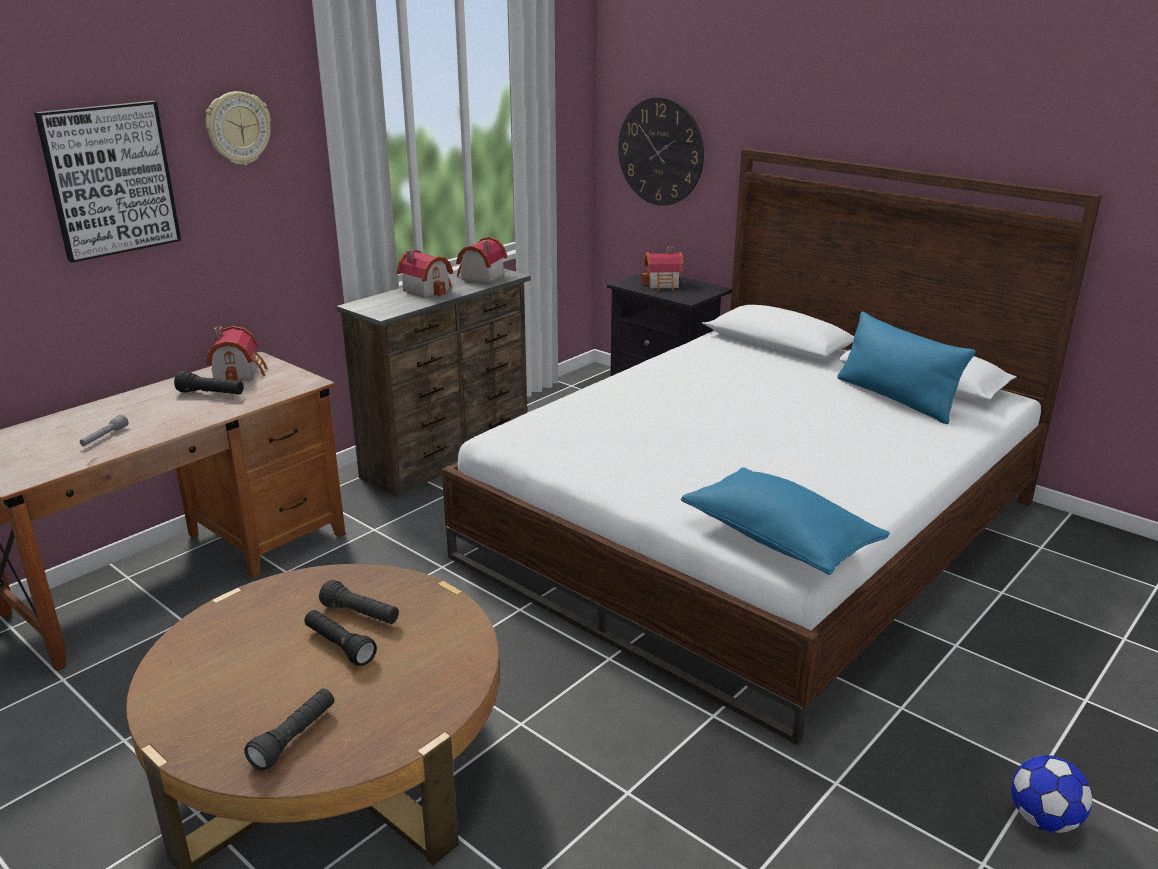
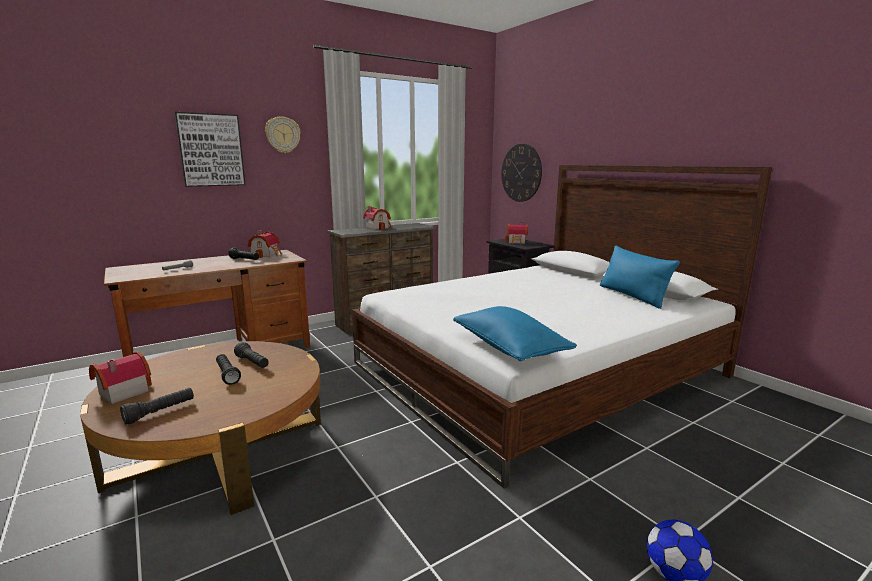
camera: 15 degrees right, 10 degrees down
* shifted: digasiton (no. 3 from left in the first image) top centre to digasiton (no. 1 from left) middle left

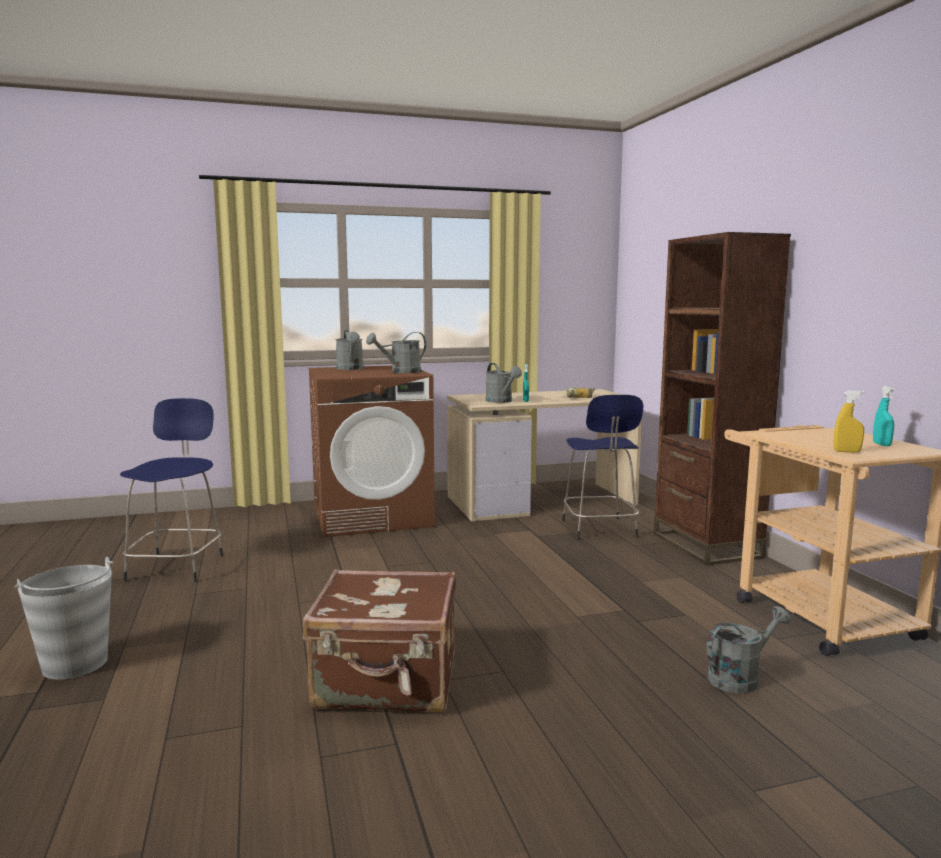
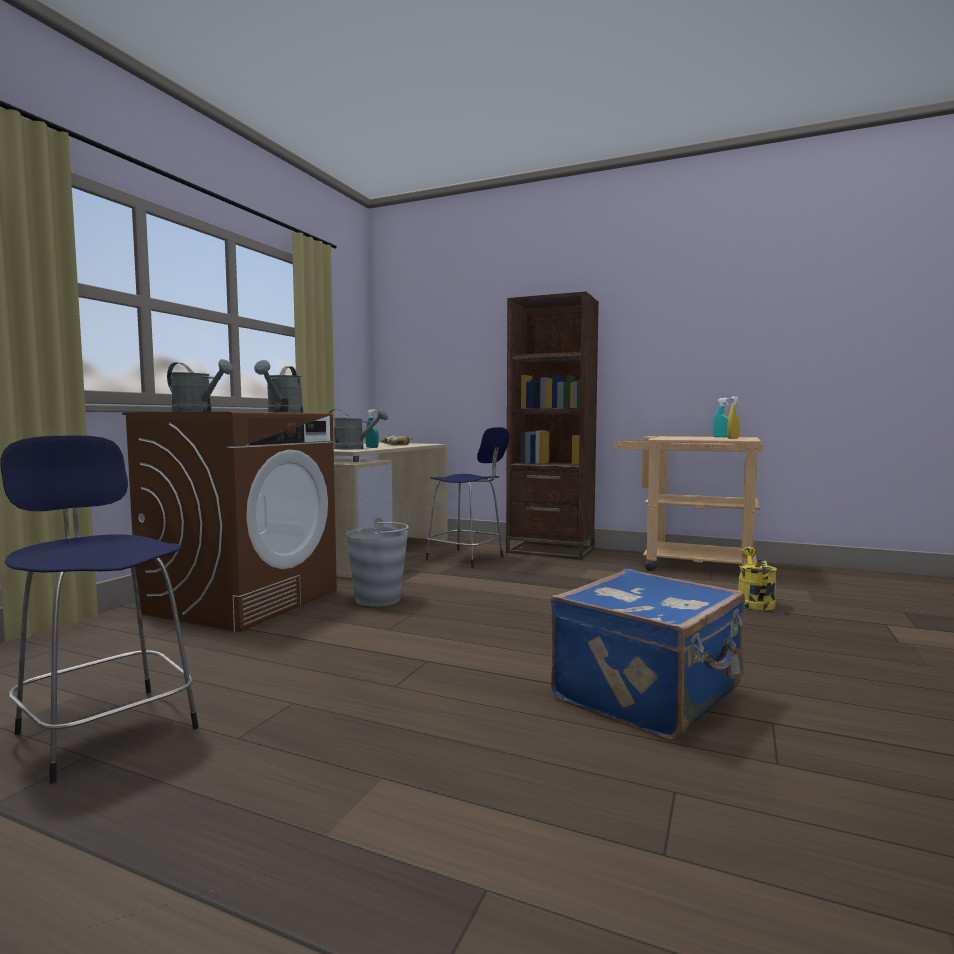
camera: 50 degrees left, 5 degrees down
* shifted: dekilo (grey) bottom left to centre
* repainted: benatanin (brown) bottom centre to benatanin (blue) bottom right
* repainted: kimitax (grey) (no. 4 from left) bottom right to kimitax (yellow) middle right

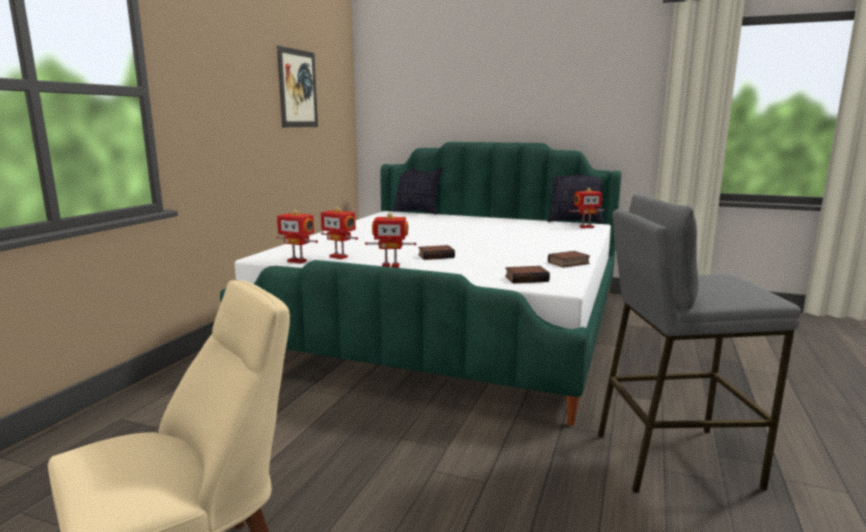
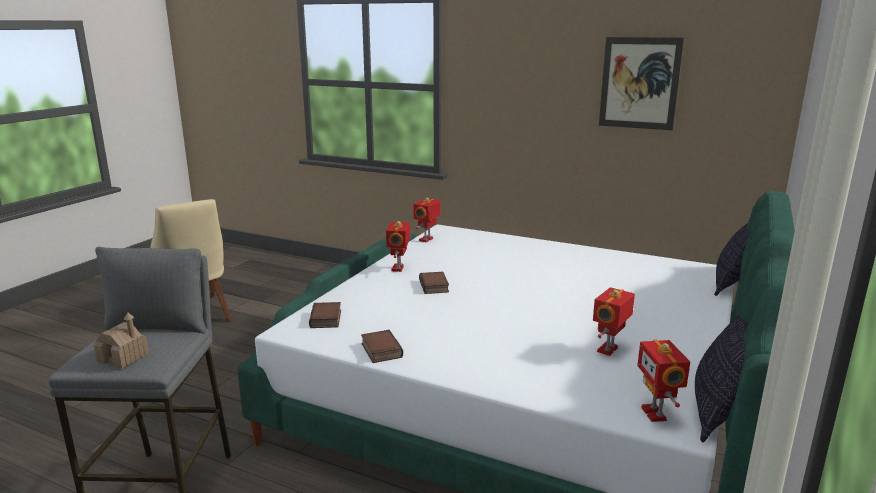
camera: 95 degrees right, 5 degrees up
* shifted: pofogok (no. 2 from left in the first image) centre to pofogok (no. 3 from left) middle right
* new: digasiton bottom left

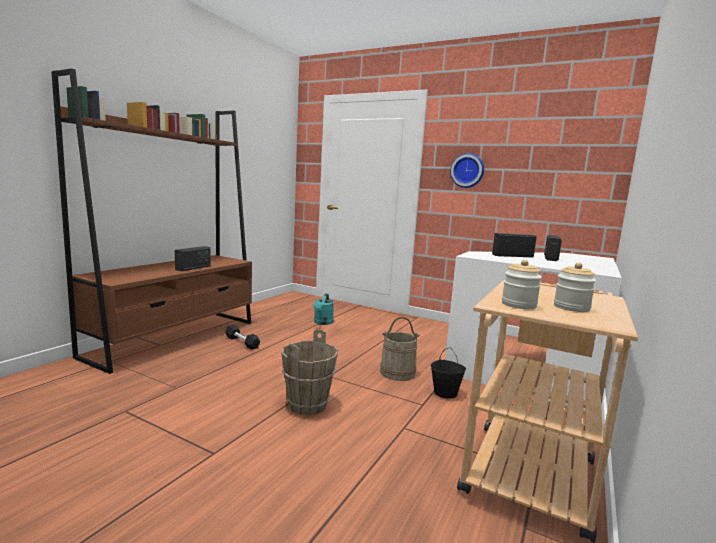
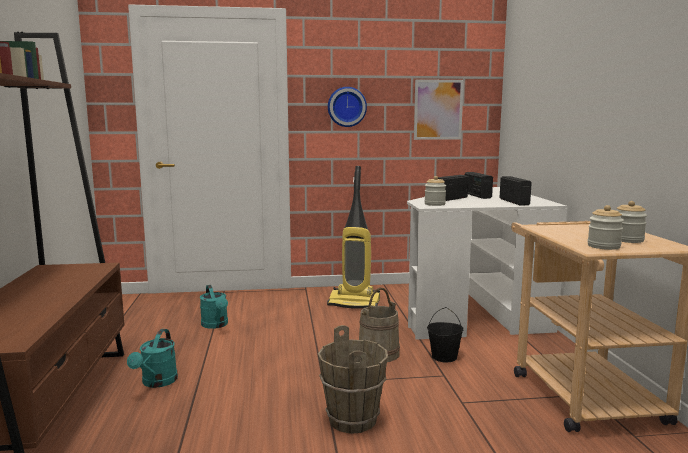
camera: 35 degrees left, 0 degrees up
* shifted: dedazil (no. 1 from left in the first image) middle left to dedazil (no. 3 from left) middle right
* swapped: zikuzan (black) centre to kimitax (turquoise) (no. 1 from left) bottom left
* new: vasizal top centre
* new: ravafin centre
* new: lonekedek (no. 1 from left) centre

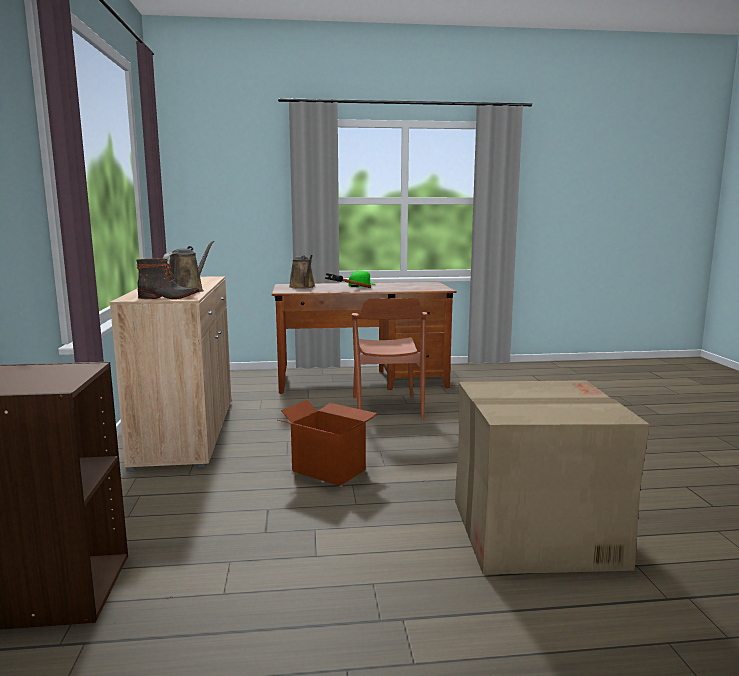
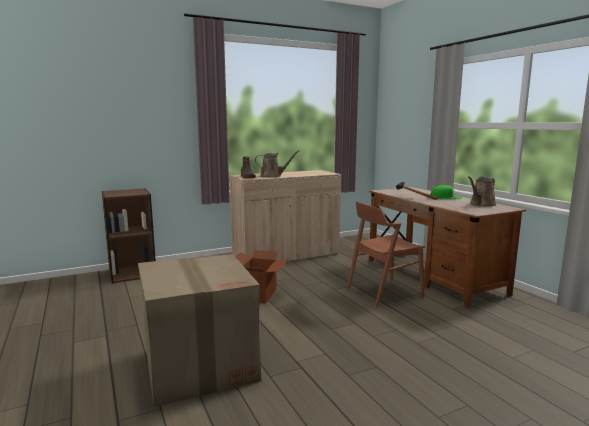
camera: 70 degrees right, 0 degrees up
* shifted: kimitax (brown) (no. 2 from left) centre to middle right

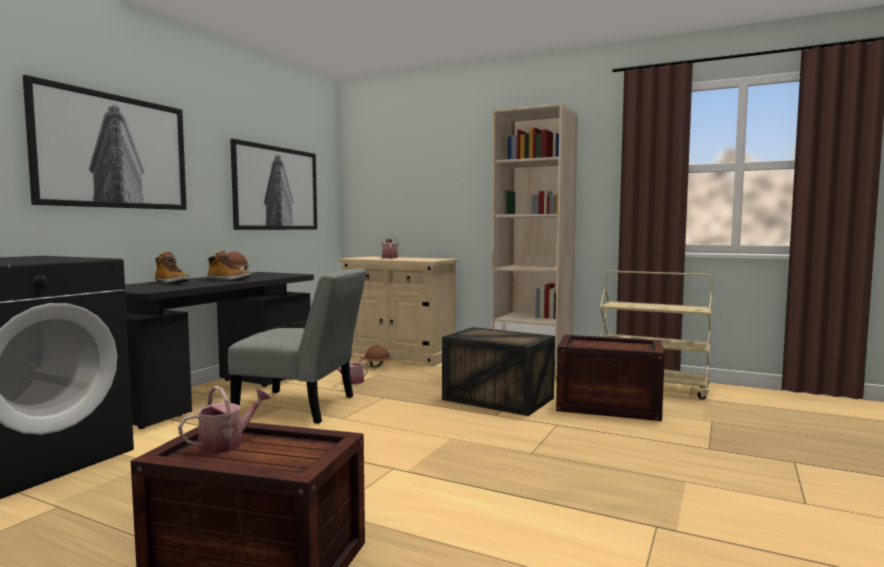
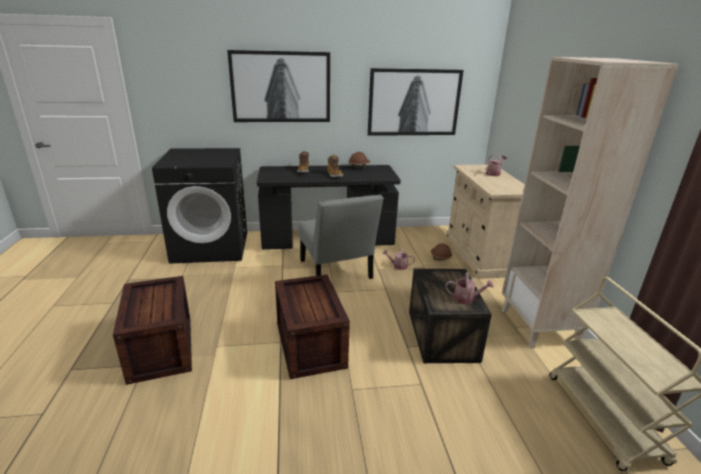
camera: 55 degrees right, 20 degrees up
* shifted: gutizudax (no. 3 from left in the first image) bottom right to gutizudax (no. 2 from left) bottom centre
* shifted: kimitax (no. 1 from left in the first image) bottom left to kimitax (no. 2 from left) middle right

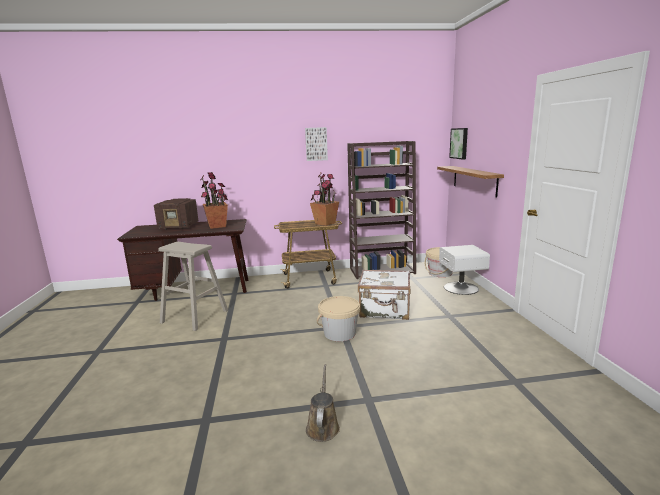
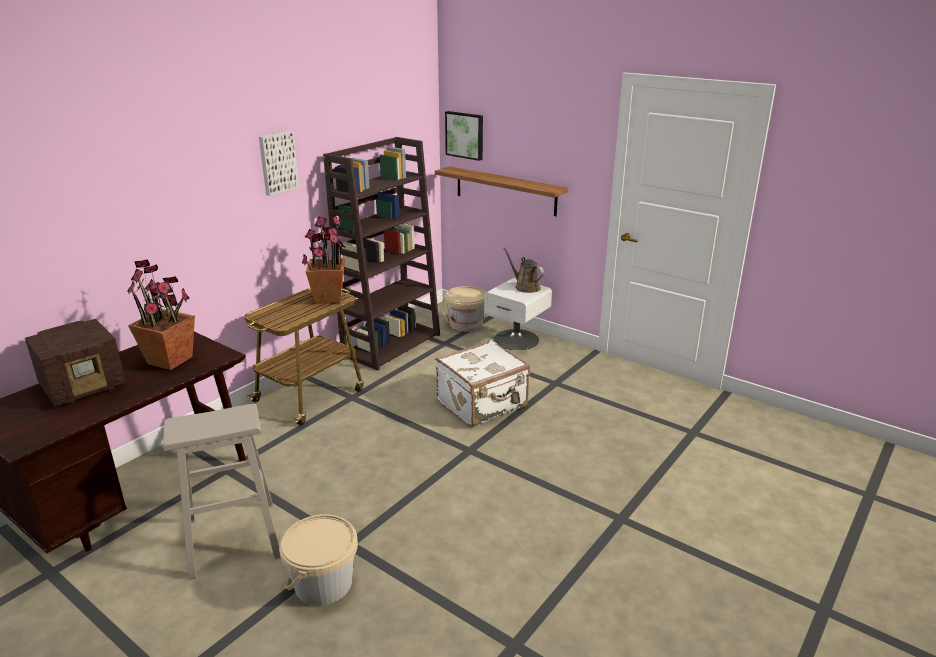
camera: 45 degrees left, 10 degrees up
* shifted: dekilo (beige) (no. 1 from left) centre to bottom centre
* shifted: kimitax (brown) bottom centre to centre

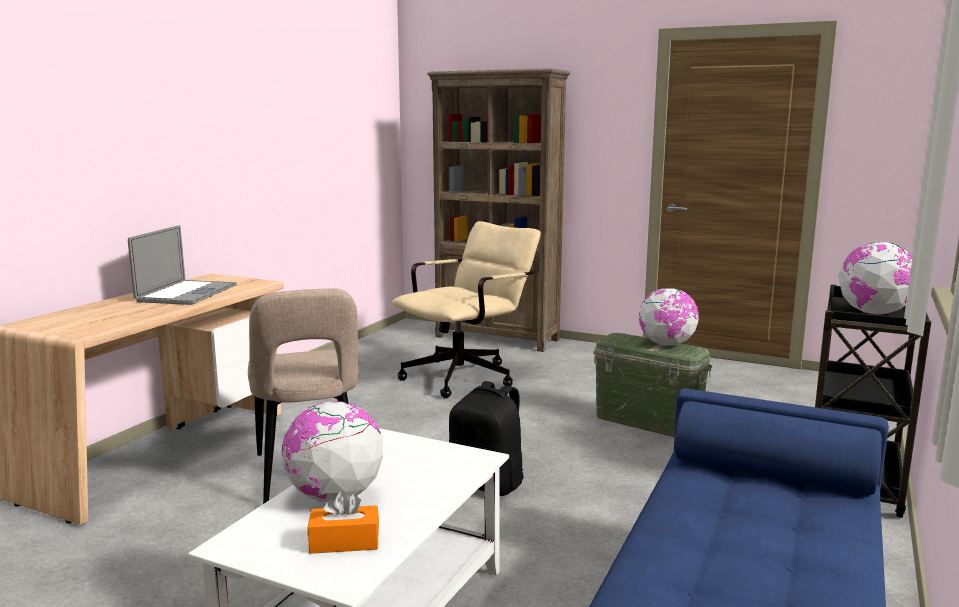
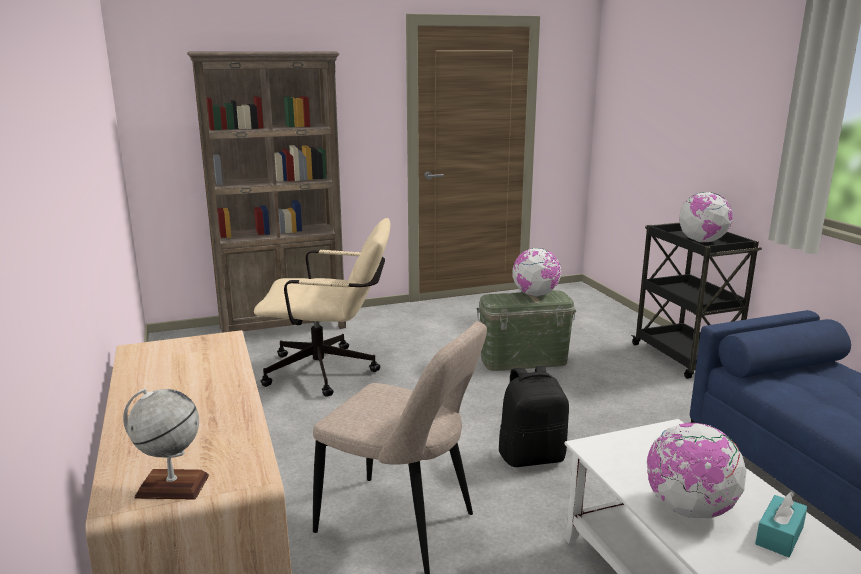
camera: 45 degrees left, 5 degrees up
* rotated: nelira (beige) centre = centre 90 degrees clockwise
* gone: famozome middle left
* repainted: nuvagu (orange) bottom centre to nuvagu (turquoise) bottom right
* new: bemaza (no. 1 from left) bottom left

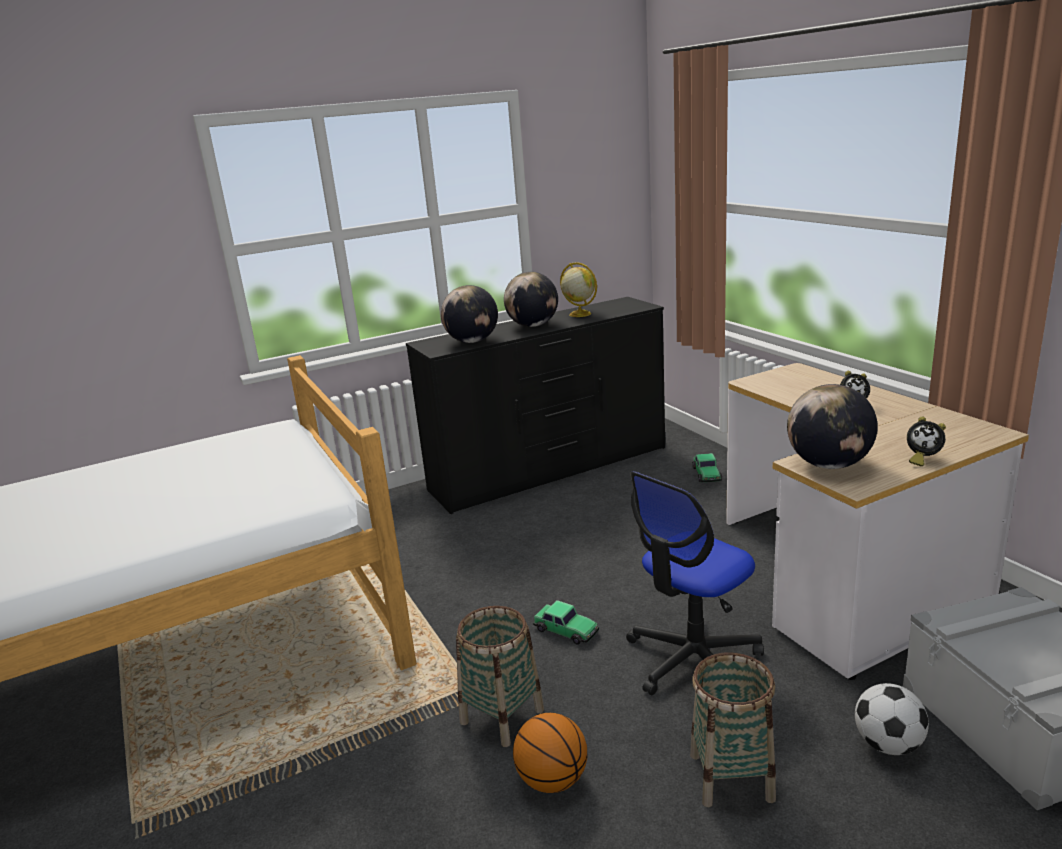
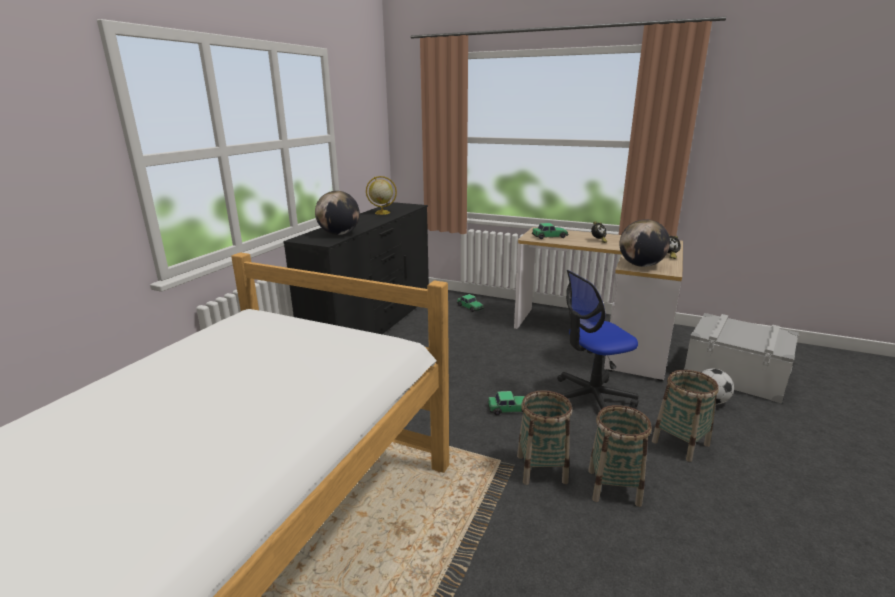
camera: 40 degrees left, 0 degrees up
* gone: bemaza (no. 2 from left) centre
* rotated: nelira bottom centre = middle right 60 degrees clockwise
* swapped: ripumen bottom centre to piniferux (no. 2 from left) bottom right
* new: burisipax (no. 3 from left) centre

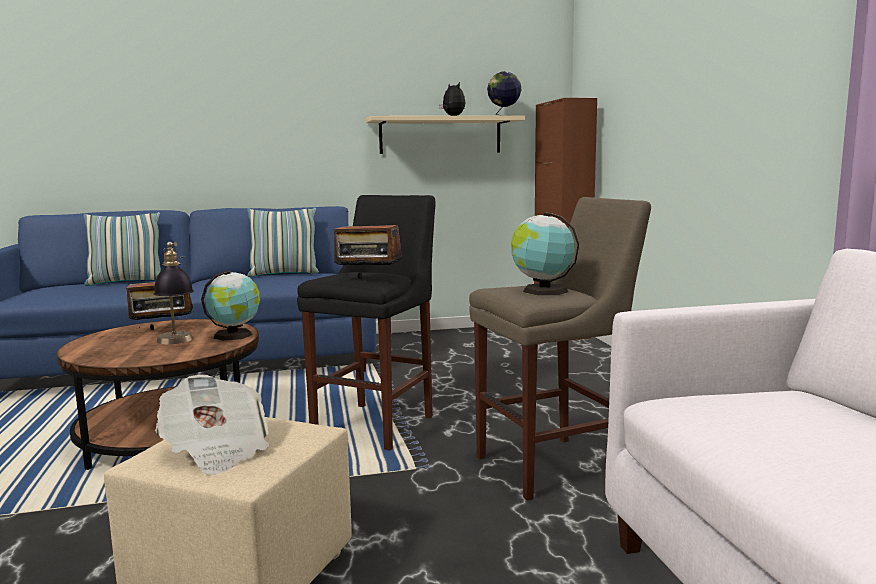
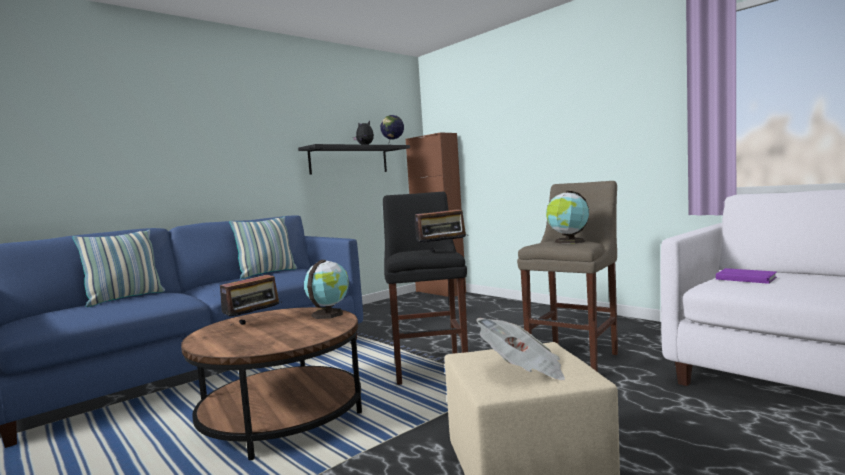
camera: 30 degrees left, 5 degrees down
* repainted: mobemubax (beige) top centre to mobemubax (black) centre
* gone: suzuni middle left
* new: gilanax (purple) middle right

